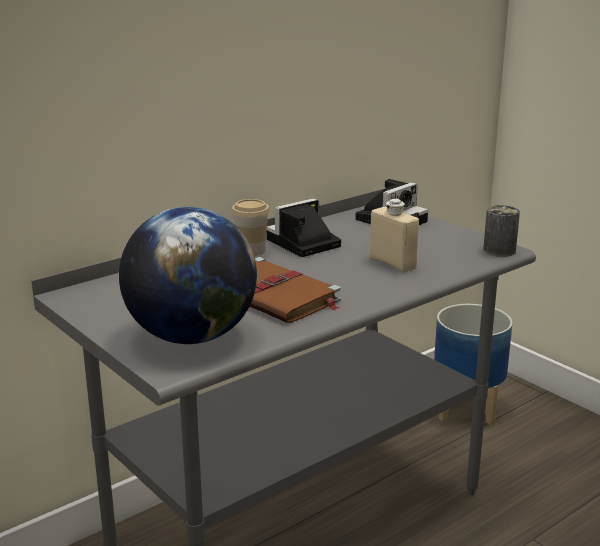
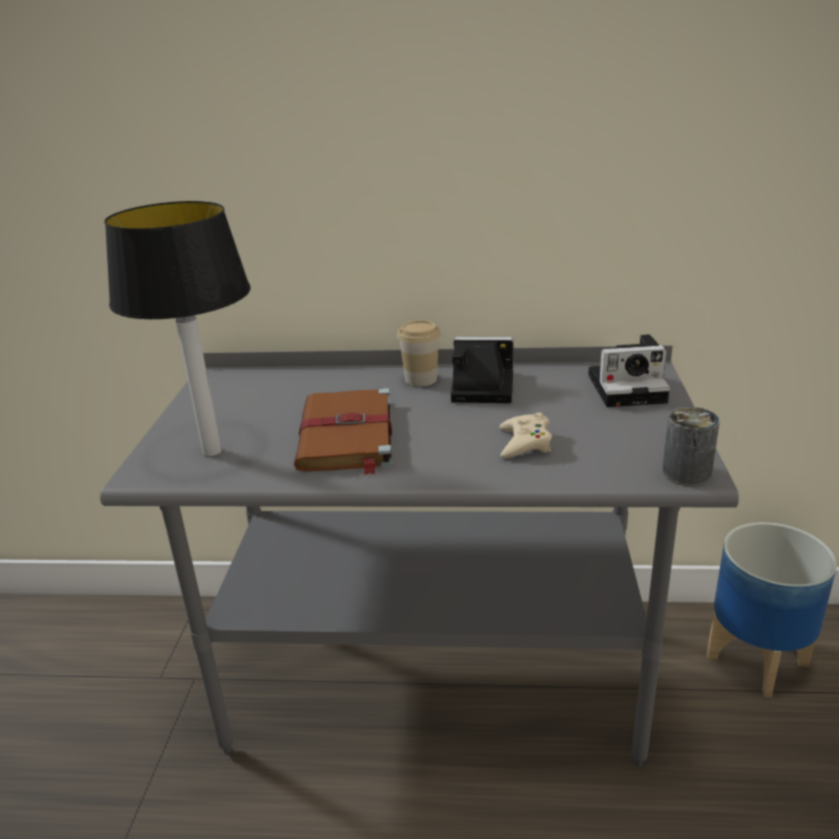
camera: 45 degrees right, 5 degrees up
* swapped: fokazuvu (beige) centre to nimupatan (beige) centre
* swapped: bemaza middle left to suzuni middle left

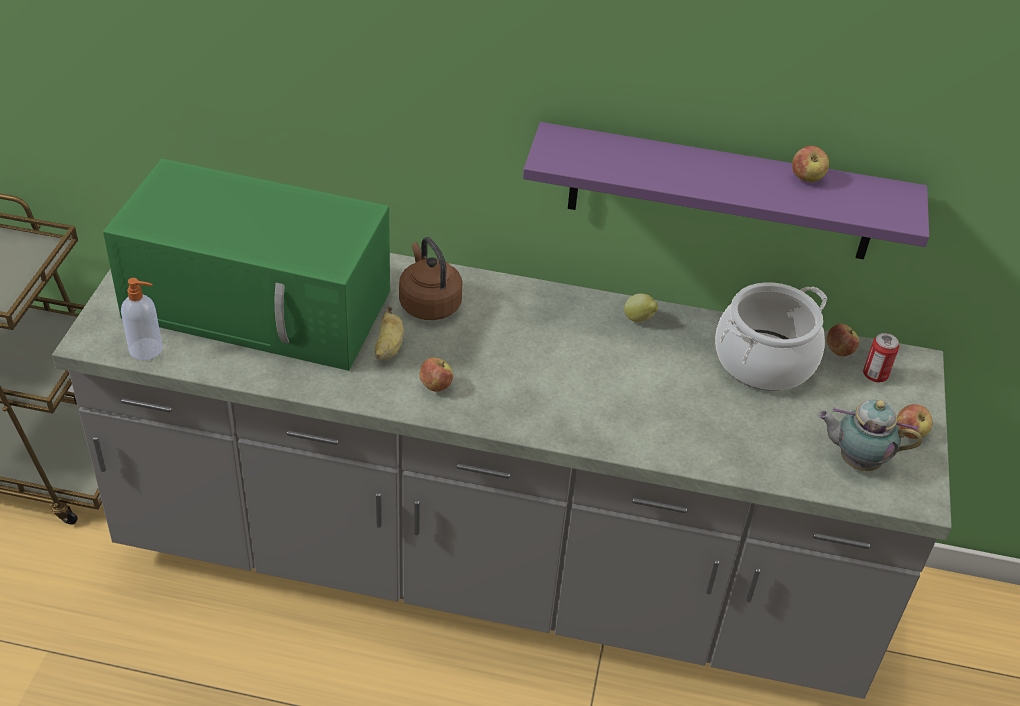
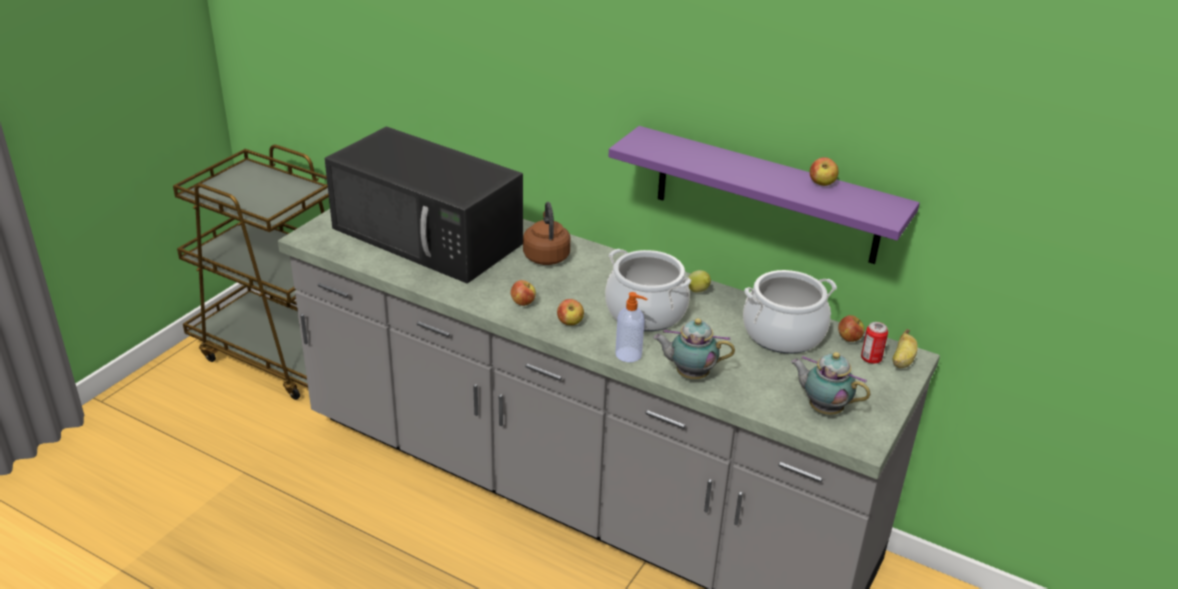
camera: 20 degrees right, 10 degrees down
* repainted: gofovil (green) middle left to gofovil (black) centre
* shifted: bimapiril middle left to centre
* shifted: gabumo centre to middle right
* shifted: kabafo (no. 4 from left in the first image) middle right to kabafo (no. 2 from left) centre
* new: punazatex (no. 1 from left) centre
* new: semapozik (no. 1 from left) centre

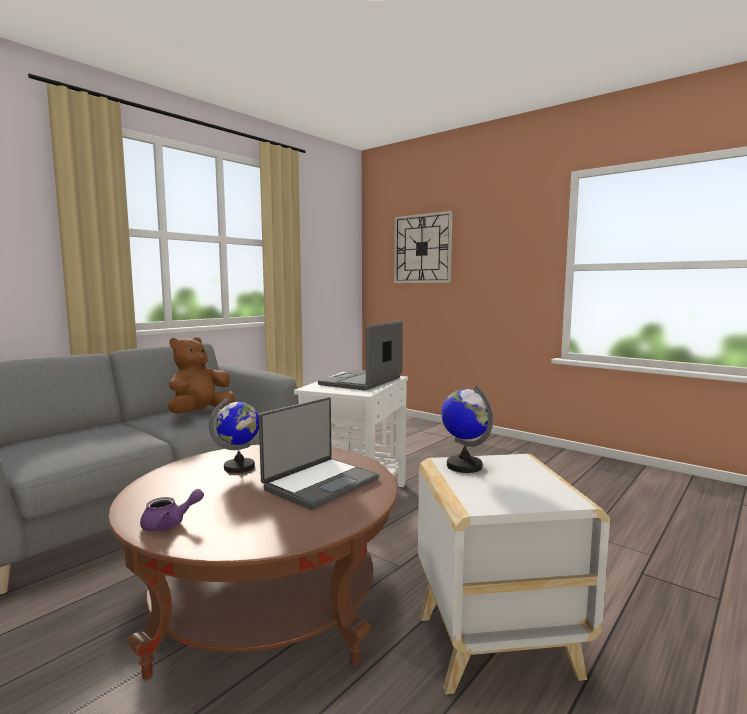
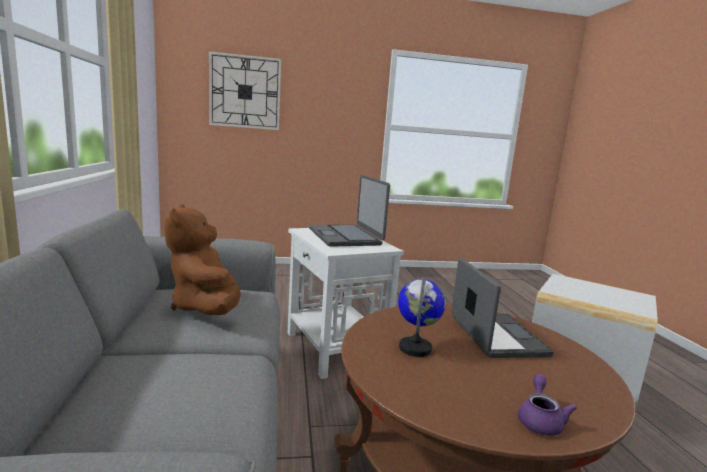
camera: 50 degrees left, 5 degrees up
* gone: bemaza (no. 2 from left) centre

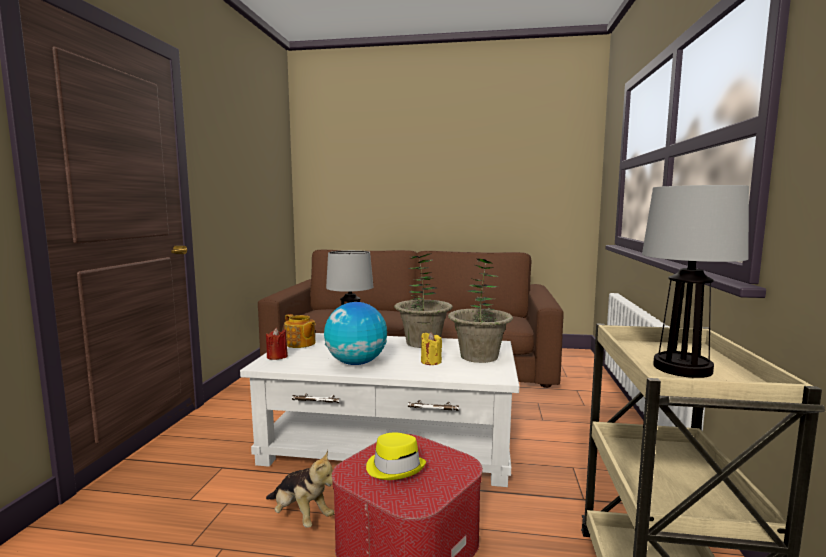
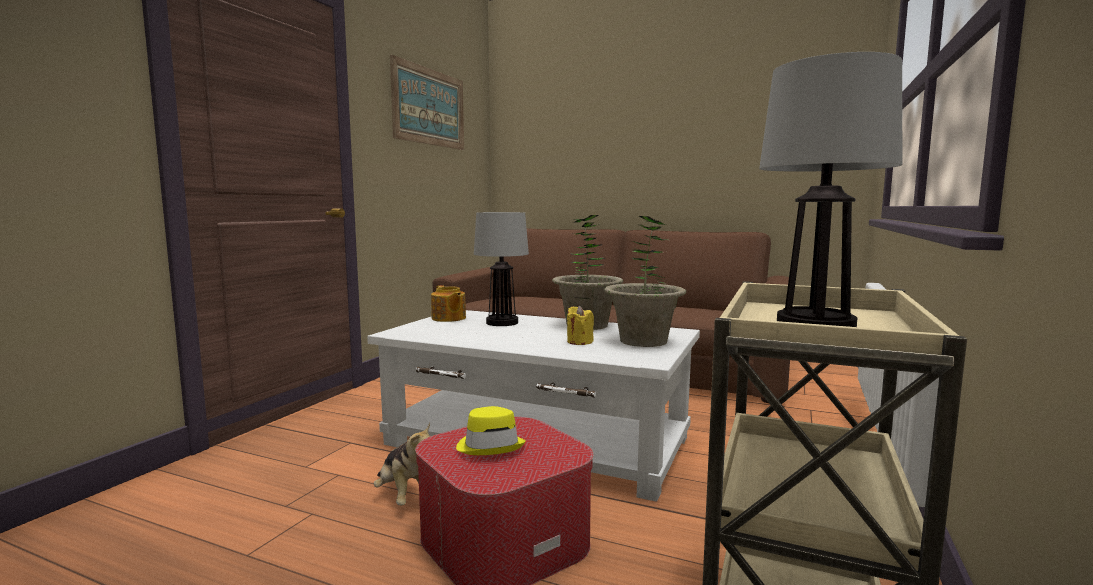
camera: 15 degrees right, 0 degrees up
* gone: bemaza centre
* gone: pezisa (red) centre
* new: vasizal top centre

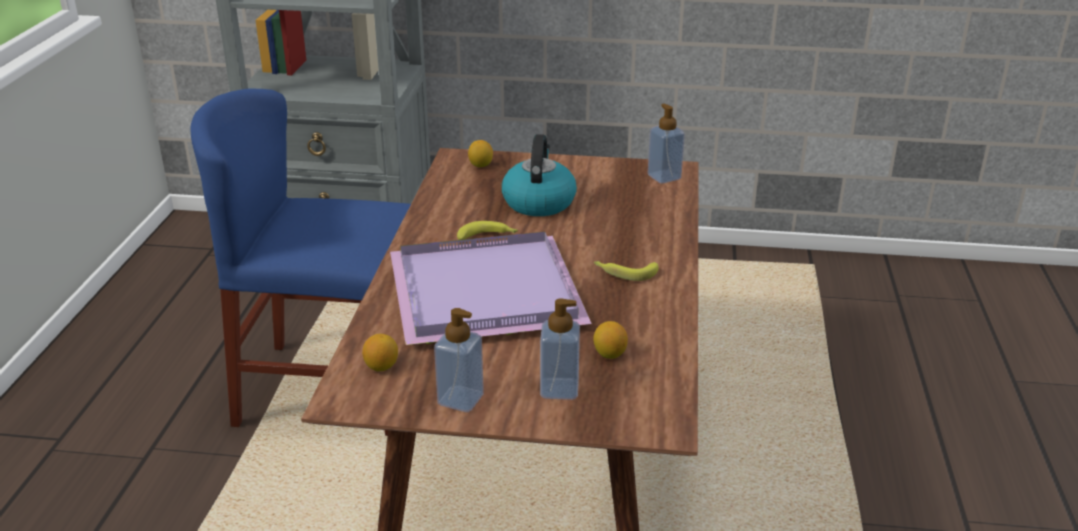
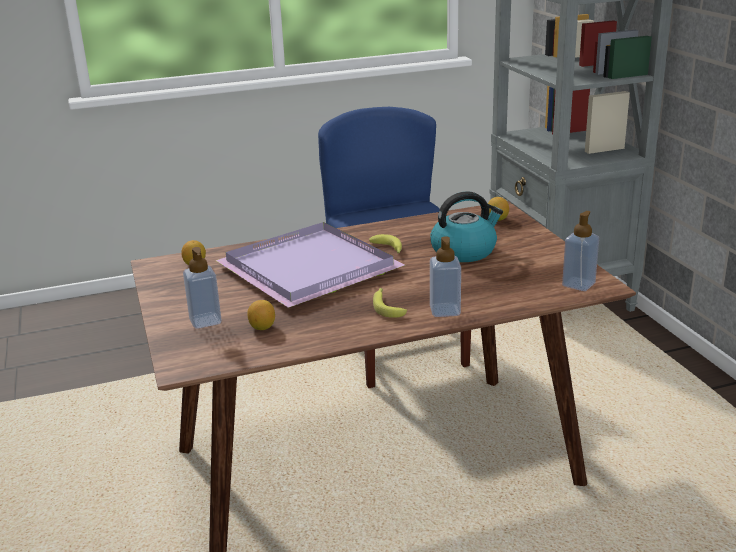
camera: 65 degrees right, 5 degrees down
* shifted: bimapiril (no. 1 from left in the first image) bottom centre to bimapiril (no. 2 from left) centre

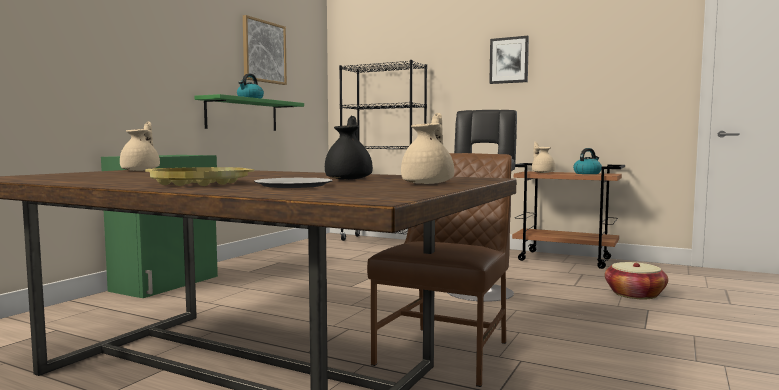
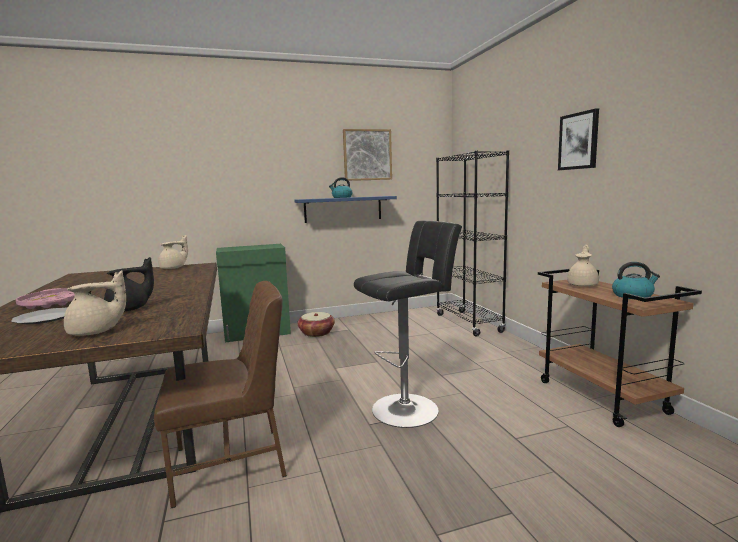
camera: 45 degrees right, 5 degrees up
* repainted: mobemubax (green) top left to mobemubax (blue) centre
* repainted: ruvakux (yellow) middle left to ruvakux (pink) middle left
* shifted: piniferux bottom right to centre

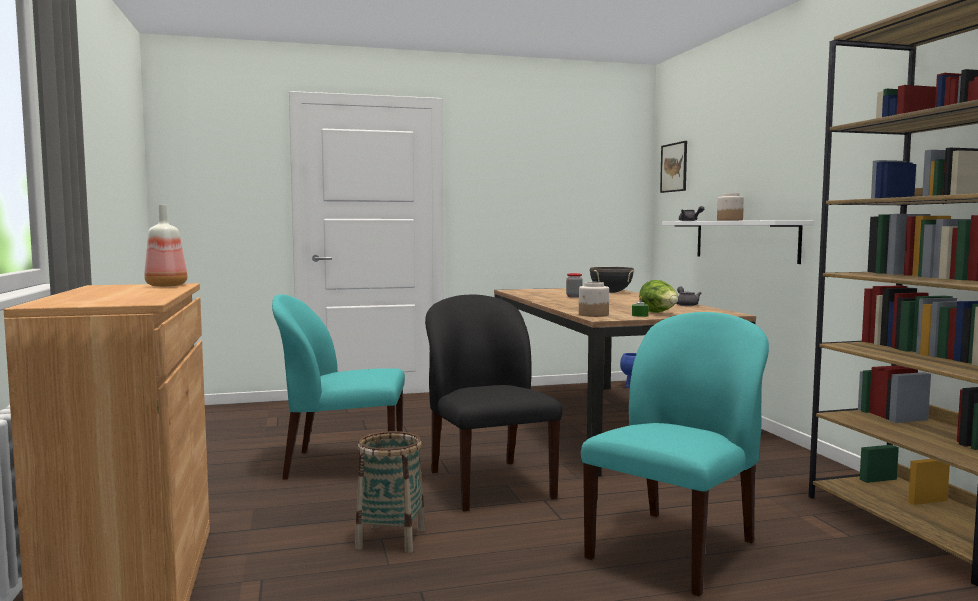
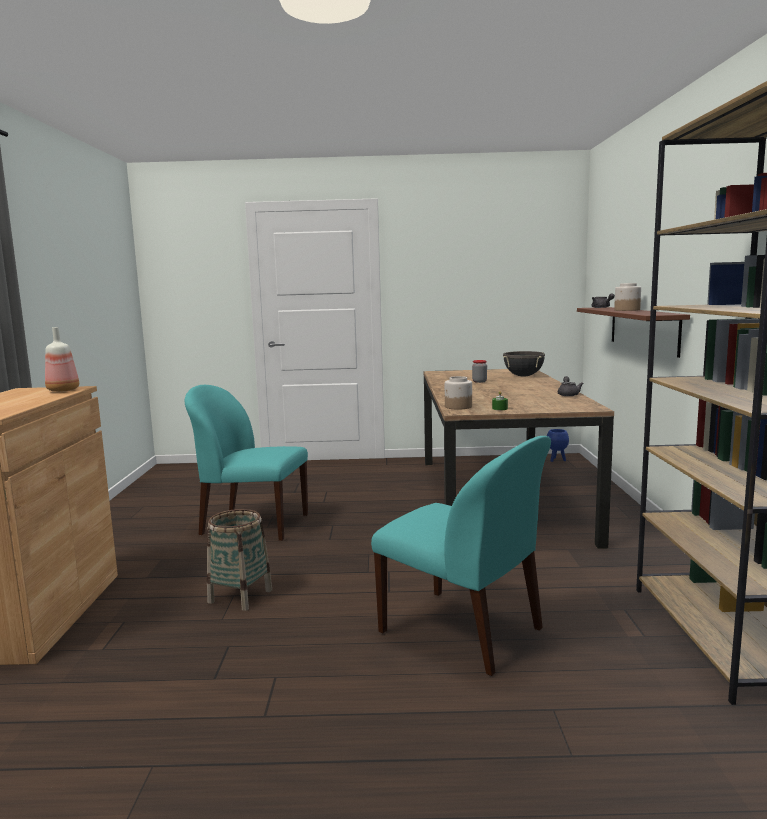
camera: 15 degrees right, 5 degrees up
* gone: vasizal top right
* repainted: mobemubax (white) middle right to mobemubax (brown) middle right
* gone: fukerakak middle right
* gone: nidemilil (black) bottom centre
* rotated: nidemilil (turquoise) (no. 2 from left) bottom right = bottom centre 75 degrees clockwise

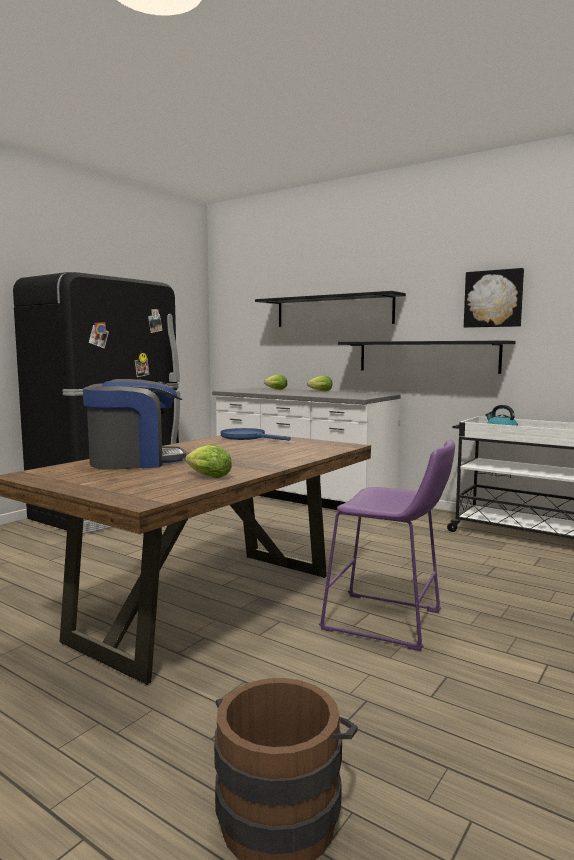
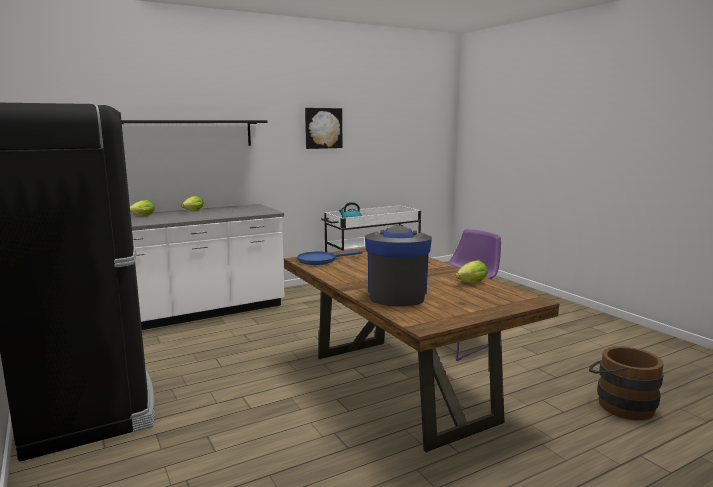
camera: 65 degrees left, 5 degrees up
* gone: mobemubax (black) (no. 2 from left) middle right

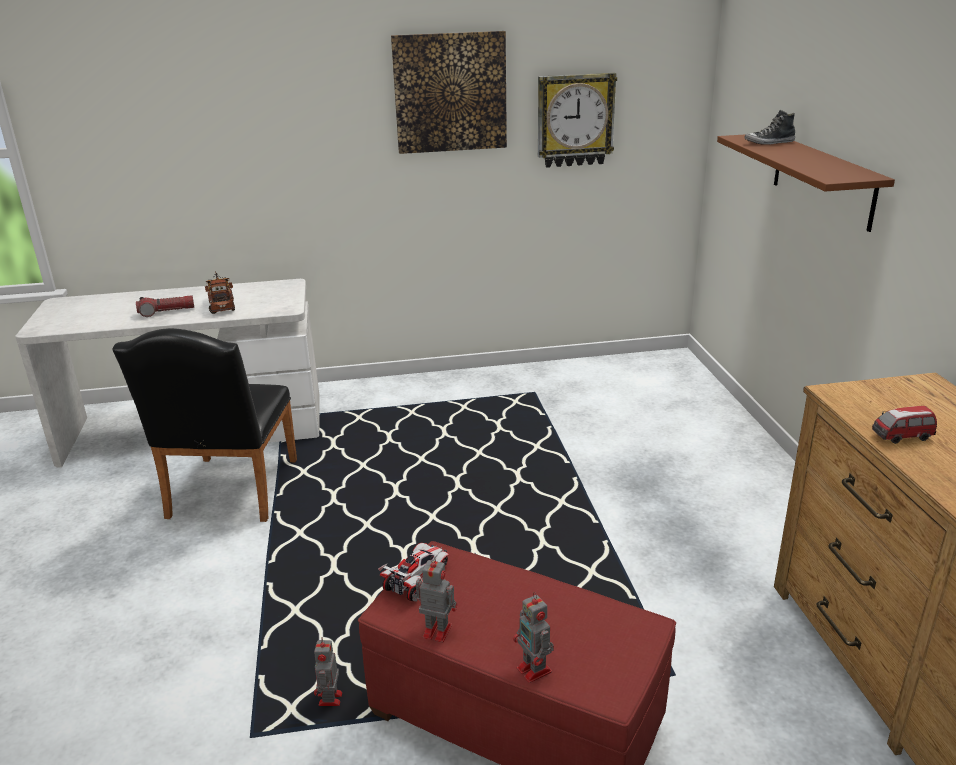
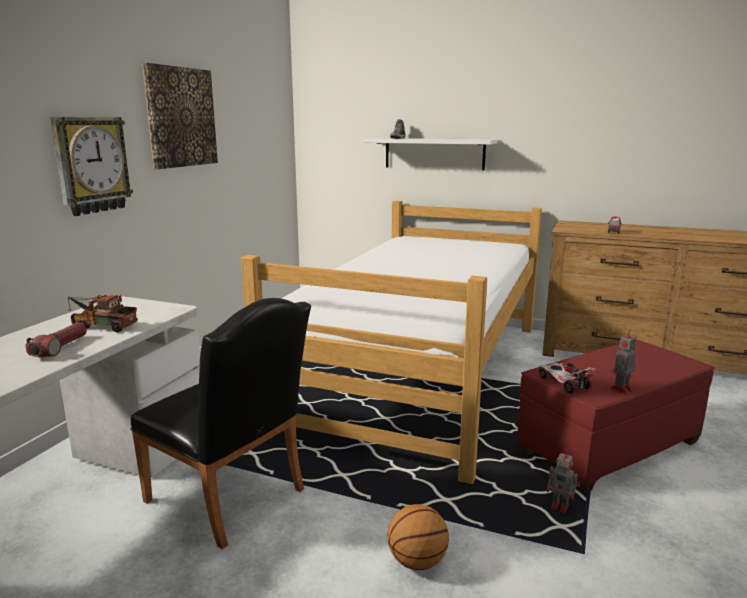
camera: 60 degrees left, 10 degrees down
* shifted: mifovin top centre to top left
* repainted: mobemubax (brown) top right to mobemubax (white) top centre
* gone: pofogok (no. 3 from left) bottom centre
* new: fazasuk centre
* new: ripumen bottom centre

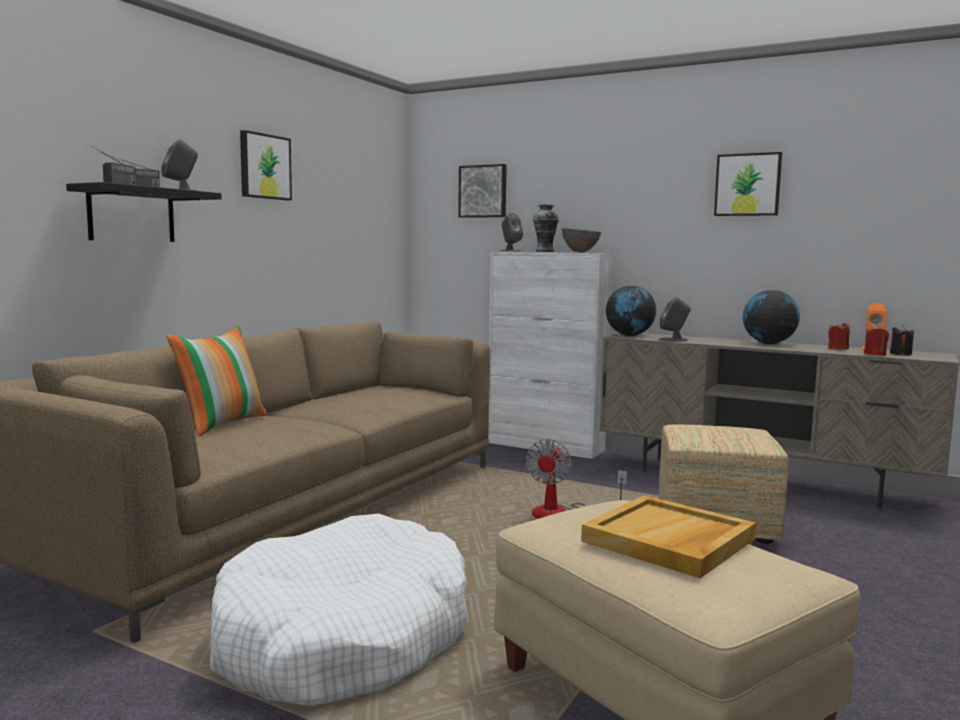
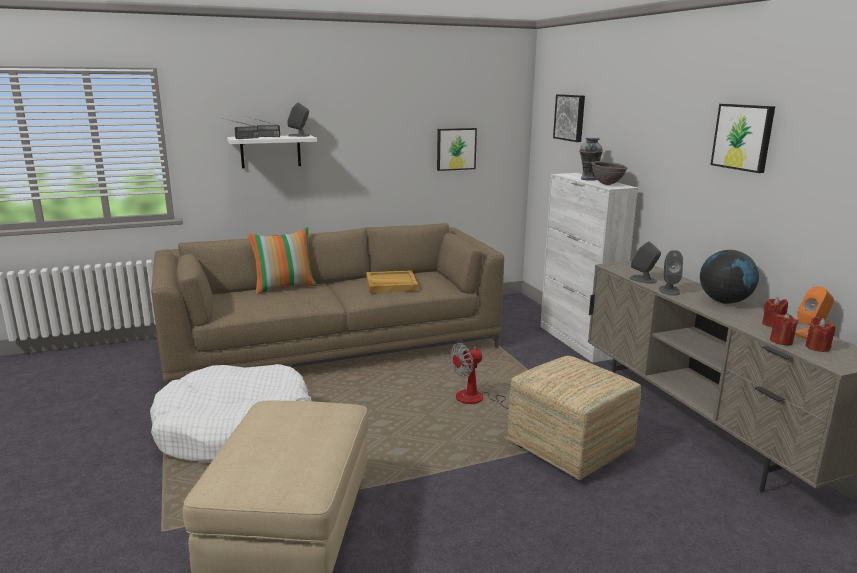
camera: 40 degrees right, 10 degrees up
* shifted: vasizal (no. 1 from left) top left to top centre
* repainted: mobemubax (black) top left to mobemubax (white) top left
* shifted: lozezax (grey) (no. 2 from left in the first image) top centre to lozezax (grey) (no. 3 from left) middle right
* gone: bemaza (no. 1 from left) centre
* repainted: pezisa (black) middle right to pezisa (red) (no. 3 from left) middle right
* shifted: ruvakux (beige) bottom right to centre

